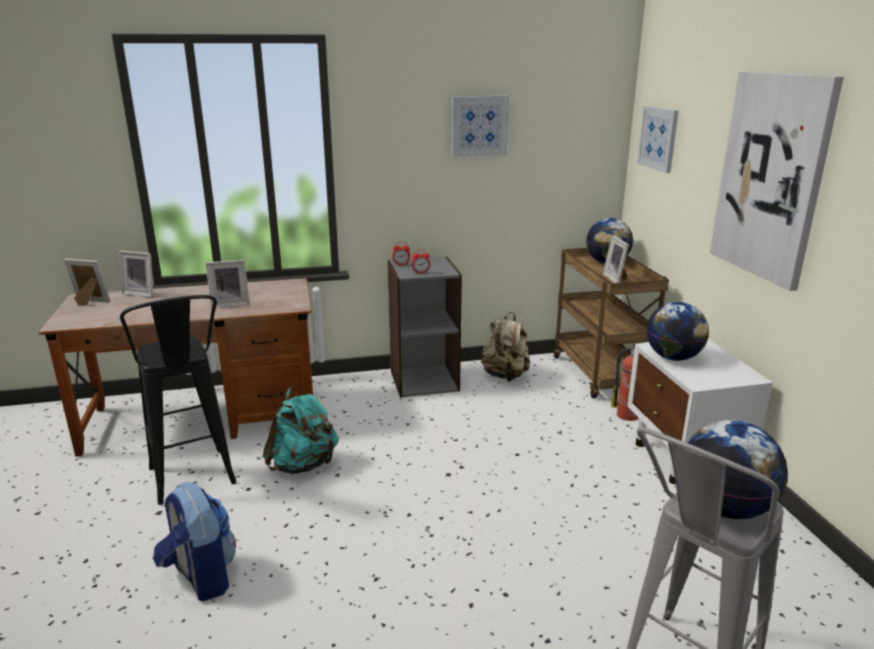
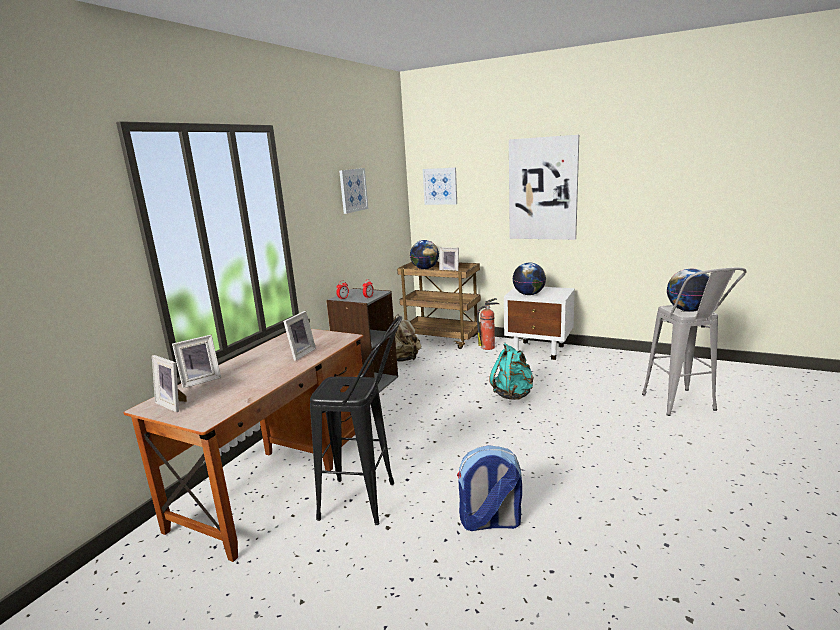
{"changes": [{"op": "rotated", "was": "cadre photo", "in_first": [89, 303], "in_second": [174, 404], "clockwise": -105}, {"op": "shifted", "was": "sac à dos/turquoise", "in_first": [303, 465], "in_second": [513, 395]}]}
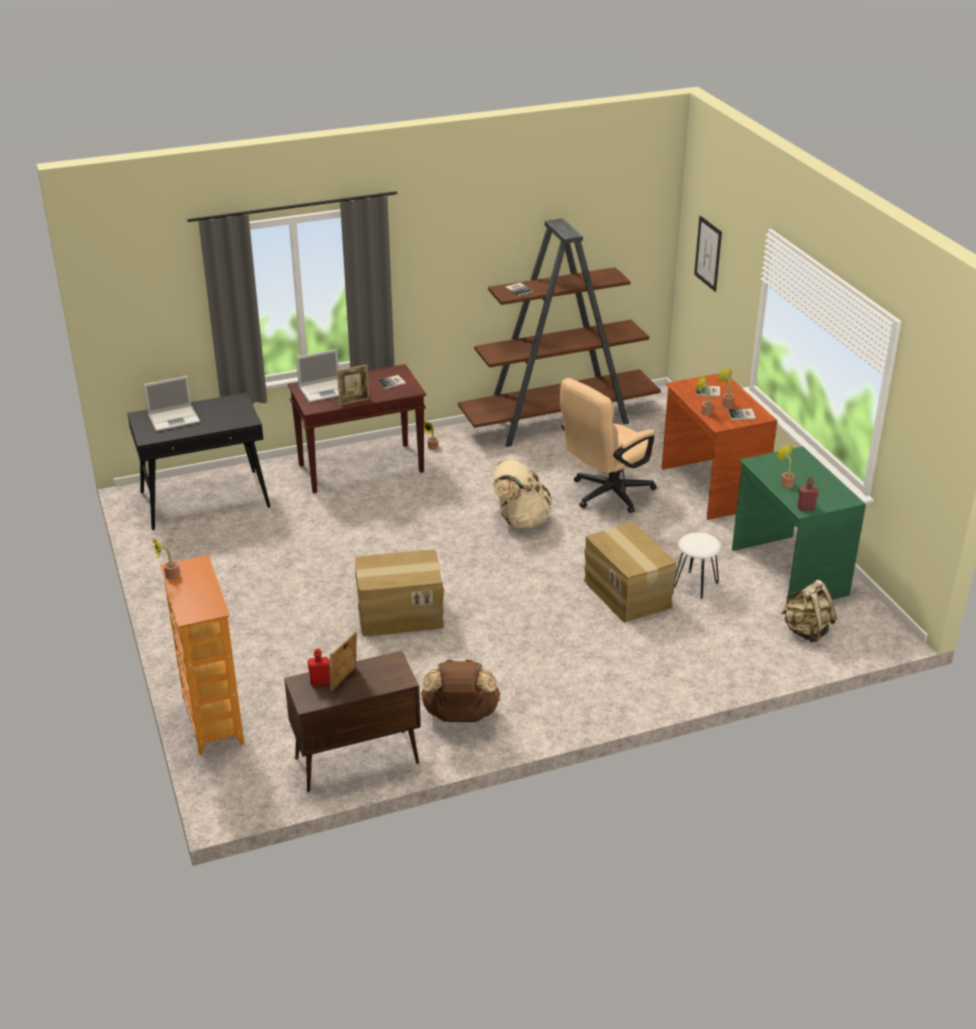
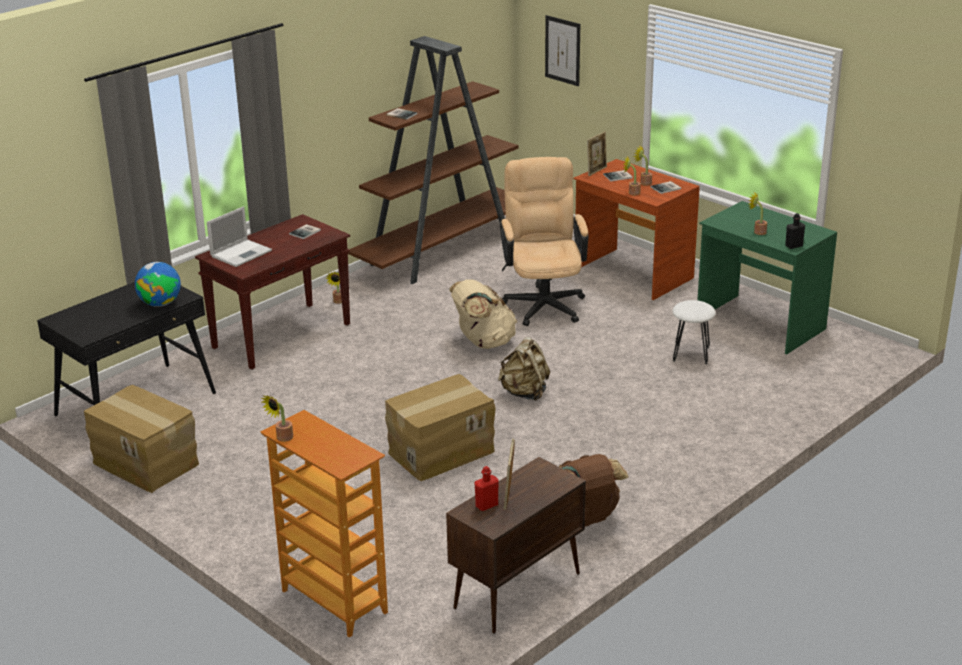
{"changes": [{"op": "shifted", "was": "carton", "in_first": [628, 593], "in_second": [146, 463]}, {"op": "new", "now": "globe", "in_second": [160, 303]}, {"op": "shifted", "was": "sac à dos/beige", "in_first": [806, 631], "in_second": [524, 393]}, {"op": "rotated", "was": "chaise de bureau/beige", "in_first": [605, 495], "in_second": [543, 302], "clockwise": 150}, {"op": "shifted", "was": "cadre photo", "in_first": [354, 401], "in_second": [596, 171]}, {"op": "repainted", "was": "bouteille/rouge", "now": "bouteille/noir", "in_first": [806, 508], "in_second": [793, 246]}, {"op": "gone", "was": "ordinateur portable", "in_first": [175, 418]}]}
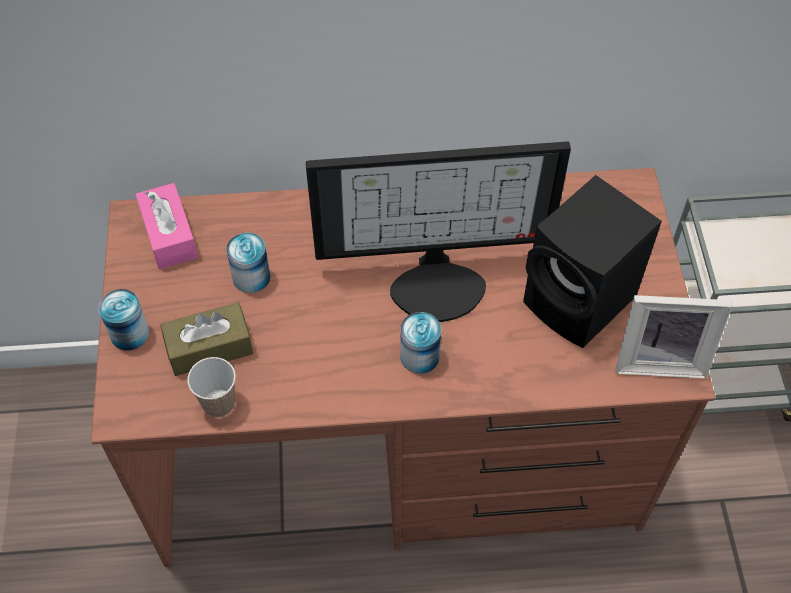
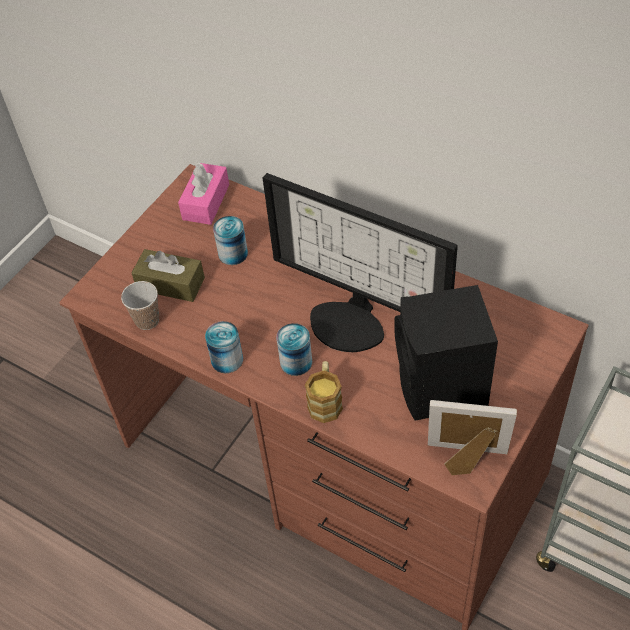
{"changes": [{"op": "shifted", "was": "boîte métallique", "in_first": [129, 333], "in_second": [227, 360]}, {"op": "new", "now": "mug", "in_second": [325, 401]}, {"op": "rotated", "was": "cadre photo", "in_first": [659, 358], "in_second": [466, 460], "clockwise": 150}]}
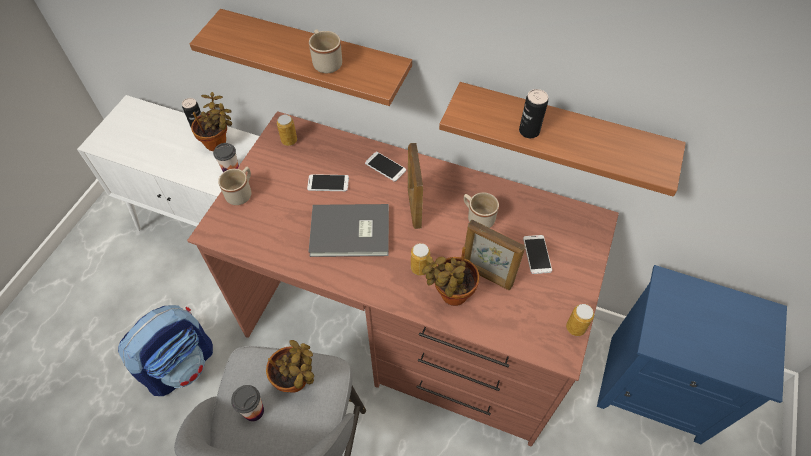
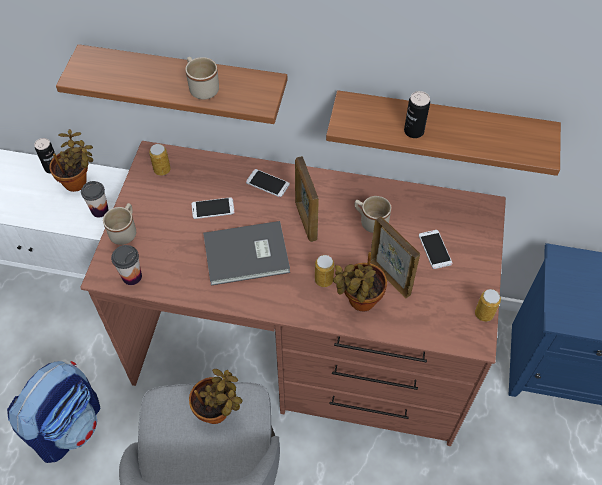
{"changes": [{"op": "shifted", "was": "tasse", "in_first": [254, 411], "in_second": [132, 276]}, {"op": "rotated", "was": "cadre photo", "in_first": [486, 275], "in_second": [390, 277], "clockwise": -150}]}
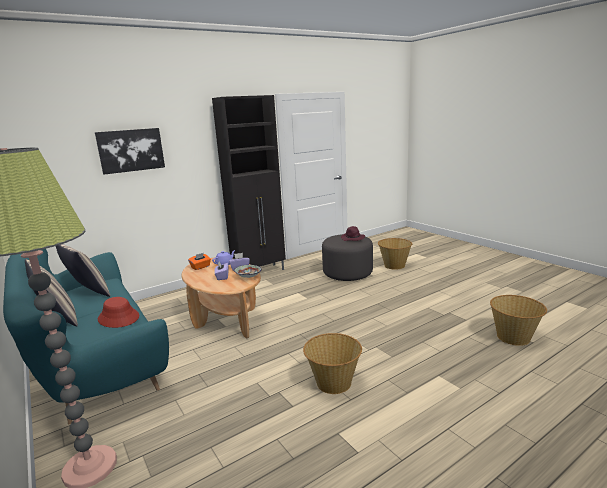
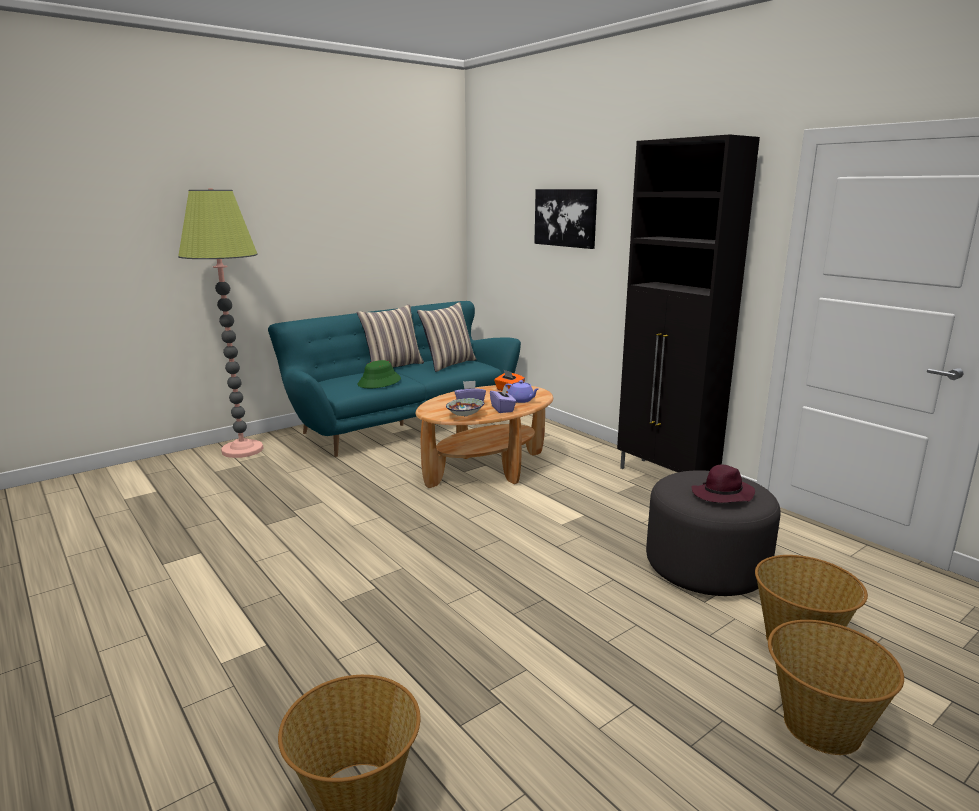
{"changes": [{"op": "repainted", "was": "chapeau/rouge", "now": "chapeau/vert", "in_first": [119, 318], "in_second": [379, 382]}, {"op": "shifted", "was": "panier", "in_first": [333, 383], "in_second": [820, 726]}]}
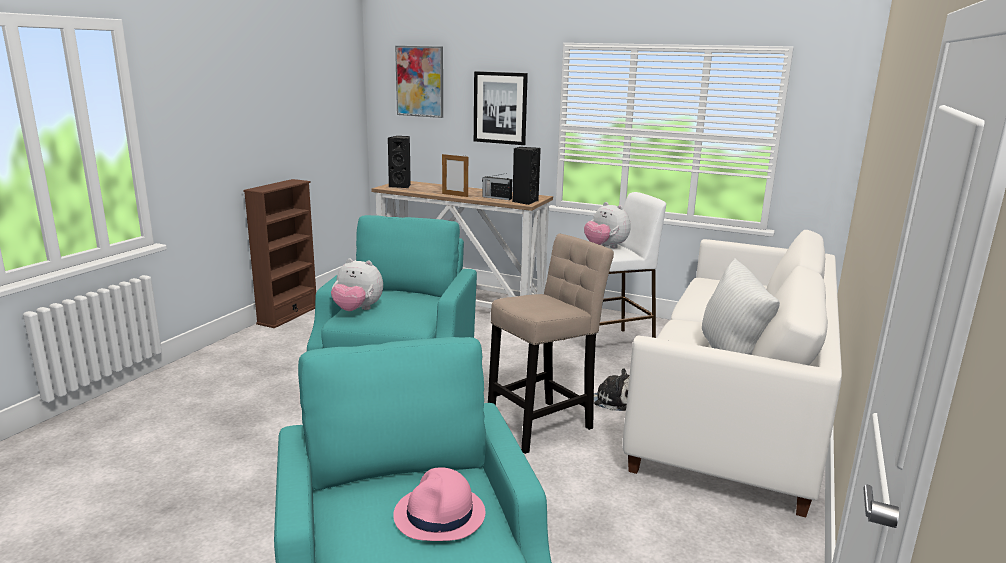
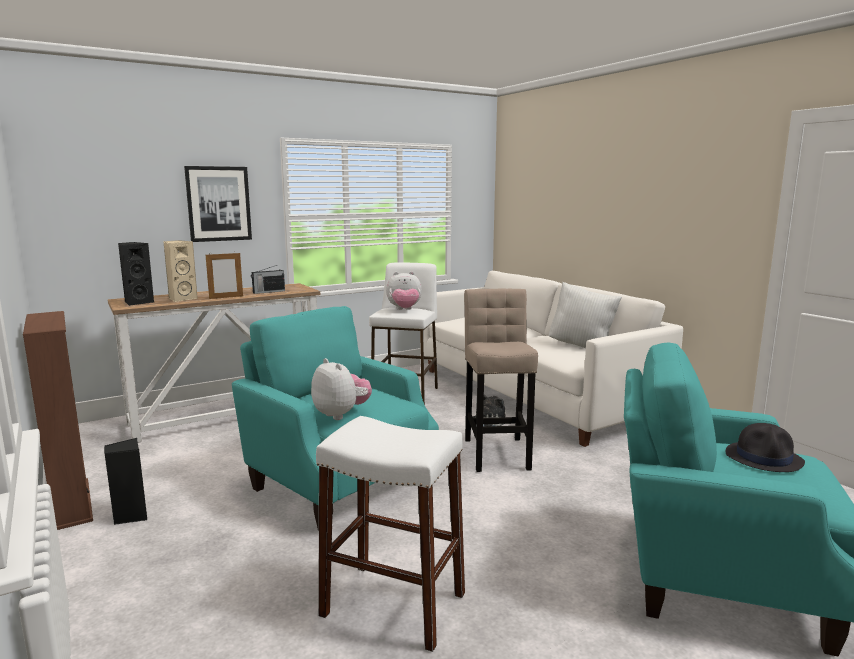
{"changes": [{"op": "shifted", "was": "enceinte/noir", "in_first": [525, 201], "in_second": [130, 516]}, {"op": "new", "now": "enceinte/beige", "in_second": [181, 299]}, {"op": "rotated", "was": "peluche", "in_first": [357, 310], "in_second": [341, 414], "clockwise": -90}, {"op": "new", "now": "tabouret/blanc", "in_second": [393, 604]}, {"op": "repainted", "was": "chapeau/rose", "now": "chapeau/noir", "in_first": [440, 515], "in_second": [764, 458]}, {"op": "gone", "was": "tableau", "in_first": [420, 81]}]}
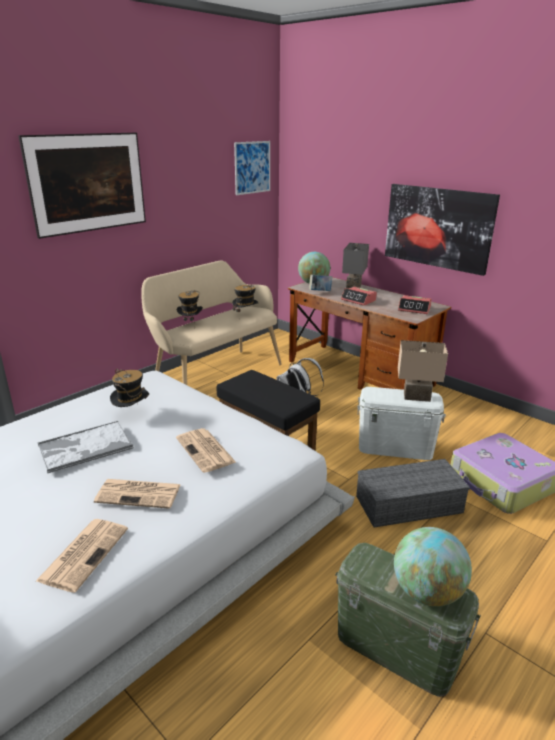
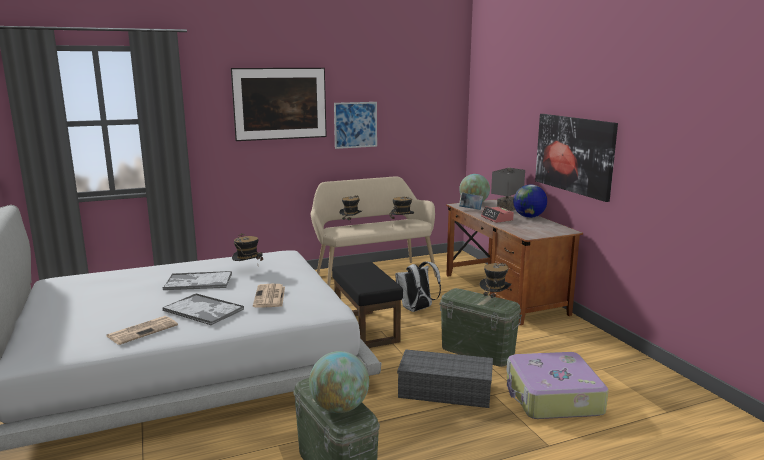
{"changes": [{"op": "swapped", "was": "journal", "now": "plateau", "in_first": [140, 493], "in_second": [204, 310]}, {"op": "shifted", "was": "tableau", "in_first": [252, 167], "in_second": [355, 125]}, {"op": "repainted", "was": "boîte de rangement/blanc", "now": "boîte de rangement/vert", "in_first": [395, 447], "in_second": [477, 351]}, {"op": "swapped", "was": "lampe de table/beige", "now": "chapeau", "in_first": [417, 396], "in_second": [494, 301]}, {"op": "new", "now": "globe", "in_second": [529, 217]}, {"op": "gone", "was": "réveil", "in_first": [414, 309]}]}
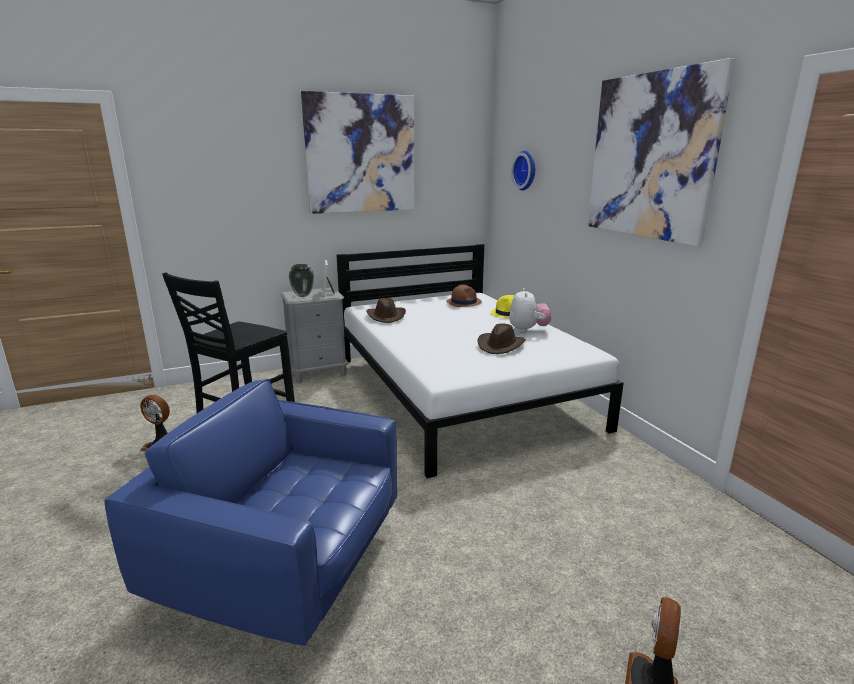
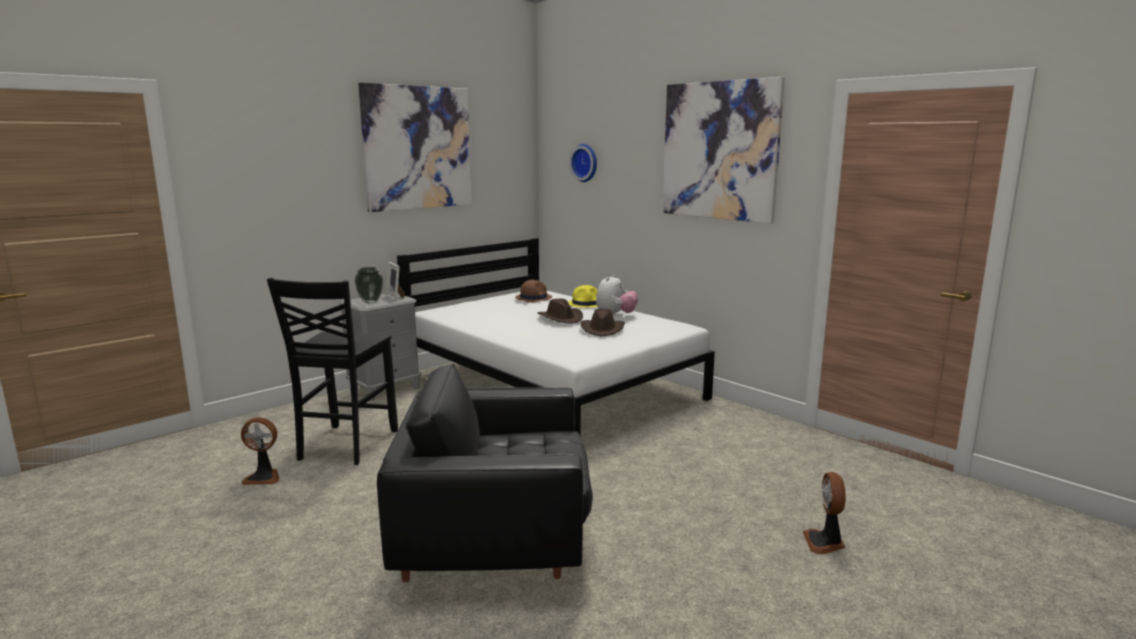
{"changes": [{"op": "repainted", "was": "fauteuil/bleu", "now": "fauteuil/noir", "in_first": [285, 568], "in_second": [496, 540]}, {"op": "shifted", "was": "chapeau/marron", "in_first": [386, 316], "in_second": [561, 318]}, {"op": "rotated", "was": "peluche", "in_first": [528, 330], "in_second": [615, 315], "clockwise": 45}]}
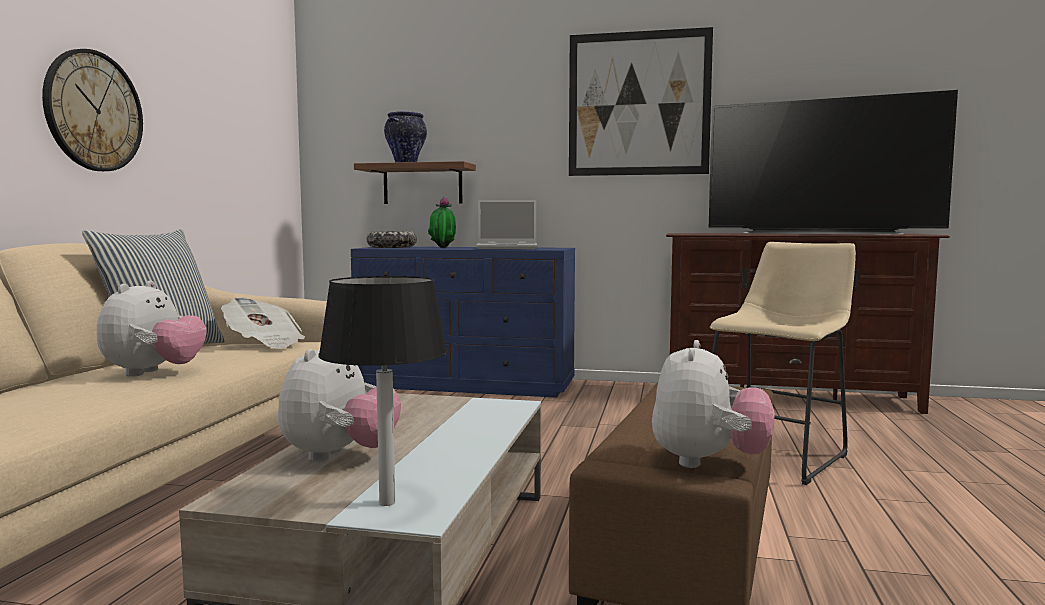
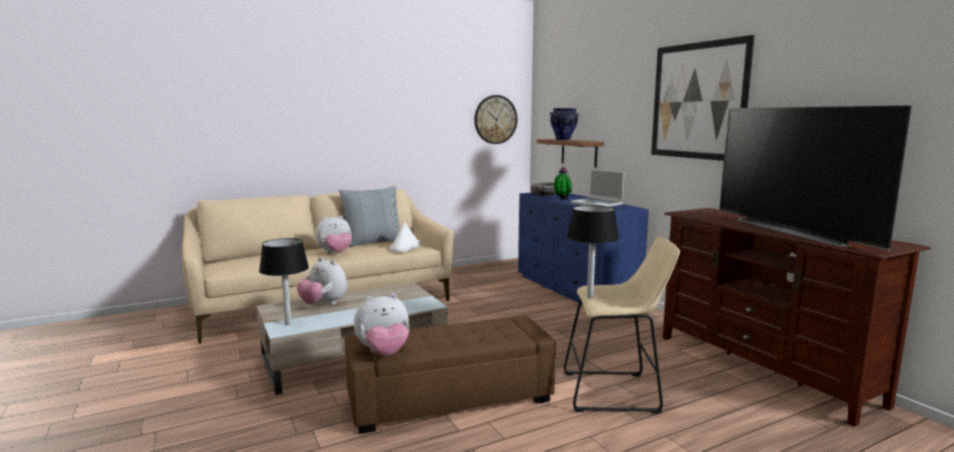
{"changes": [{"op": "rotated", "was": "peluche", "in_first": [340, 456], "in_second": [323, 304], "clockwise": 60}, {"op": "swapped", "was": "journal", "now": "chapeau/blanc", "in_first": [264, 344], "in_second": [405, 246]}, {"op": "shifted", "was": "horloge murale", "in_first": [93, 111], "in_second": [495, 119]}, {"op": "new", "now": "lampe de table/noir", "in_second": [589, 297]}]}
